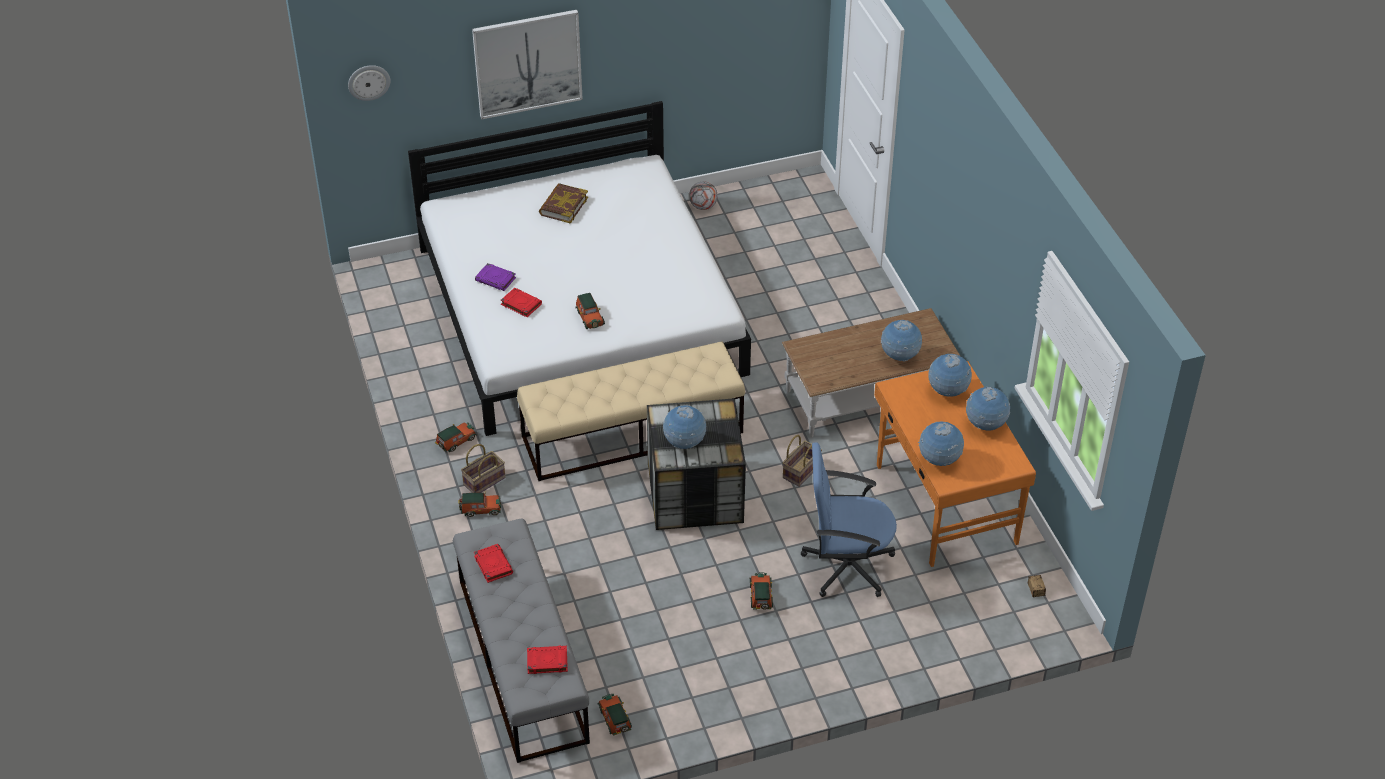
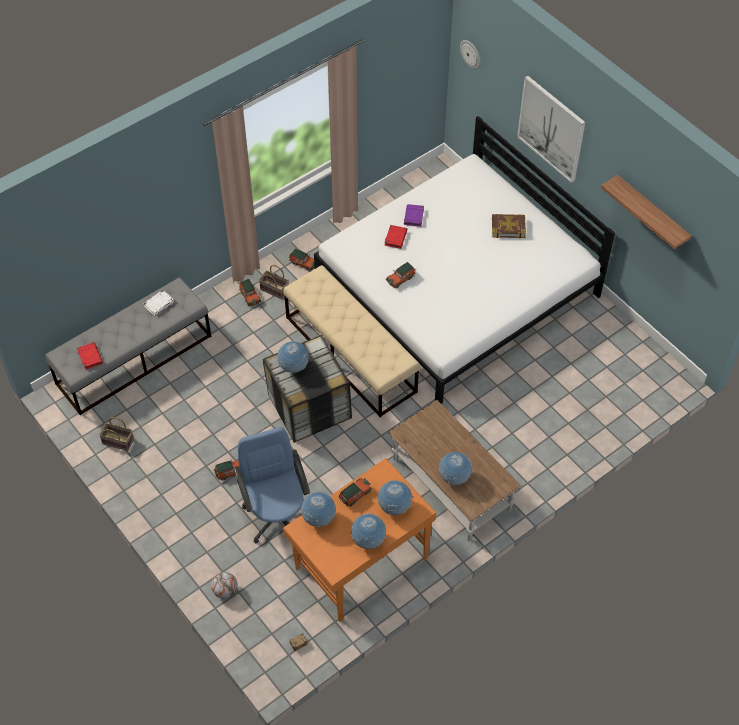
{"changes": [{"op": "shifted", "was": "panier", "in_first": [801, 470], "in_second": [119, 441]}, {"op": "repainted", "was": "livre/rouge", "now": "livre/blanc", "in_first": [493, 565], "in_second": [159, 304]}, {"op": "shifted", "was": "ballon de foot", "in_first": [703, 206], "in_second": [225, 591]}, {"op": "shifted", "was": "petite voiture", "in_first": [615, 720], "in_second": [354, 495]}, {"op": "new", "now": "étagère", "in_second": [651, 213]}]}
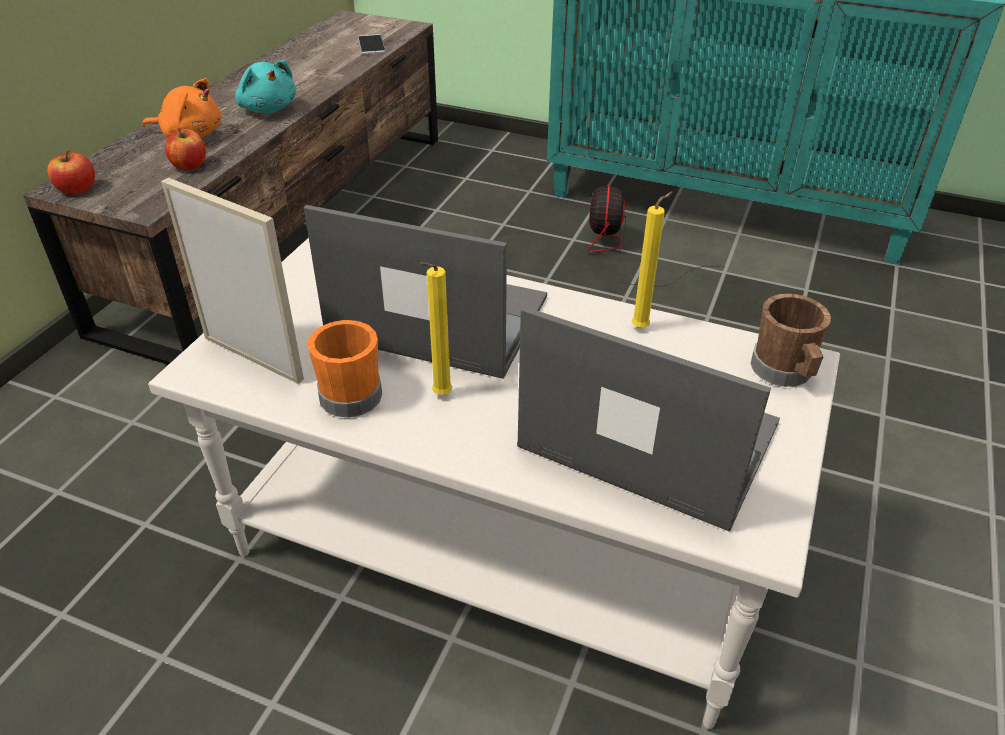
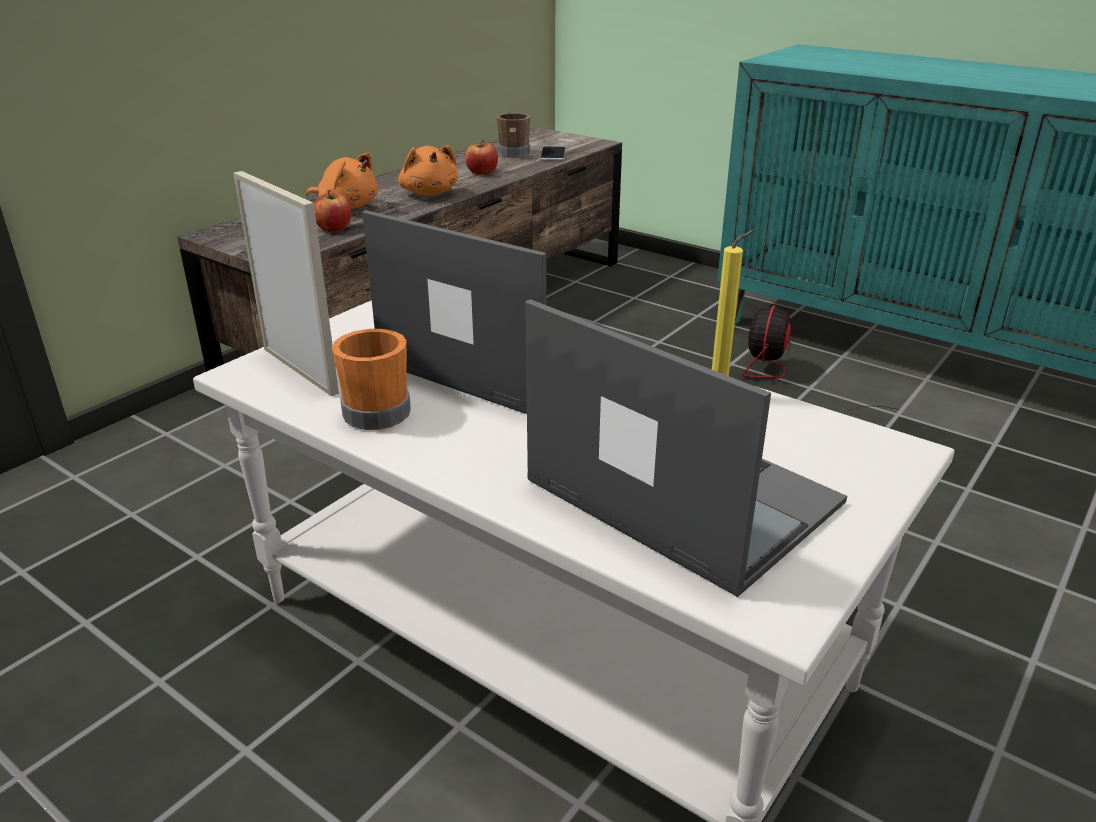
{"changes": [{"op": "repainted", "was": "peluche/turquoise", "now": "peluche/orange", "in_first": [268, 108], "in_second": [429, 193]}, {"op": "shifted", "was": "pomme", "in_first": [77, 189], "in_second": [482, 172]}, {"op": "shifted", "was": "mug/marron", "in_first": [784, 373], "in_second": [513, 154]}, {"op": "gone", "was": "bougie/jaune", "in_first": [439, 396]}]}
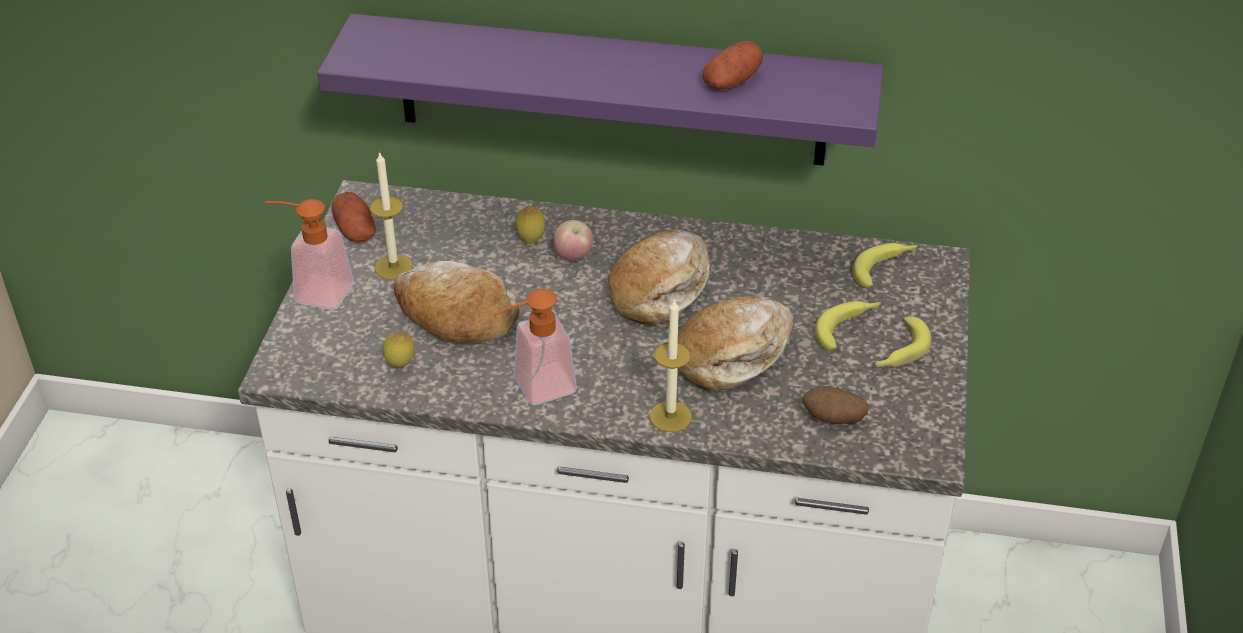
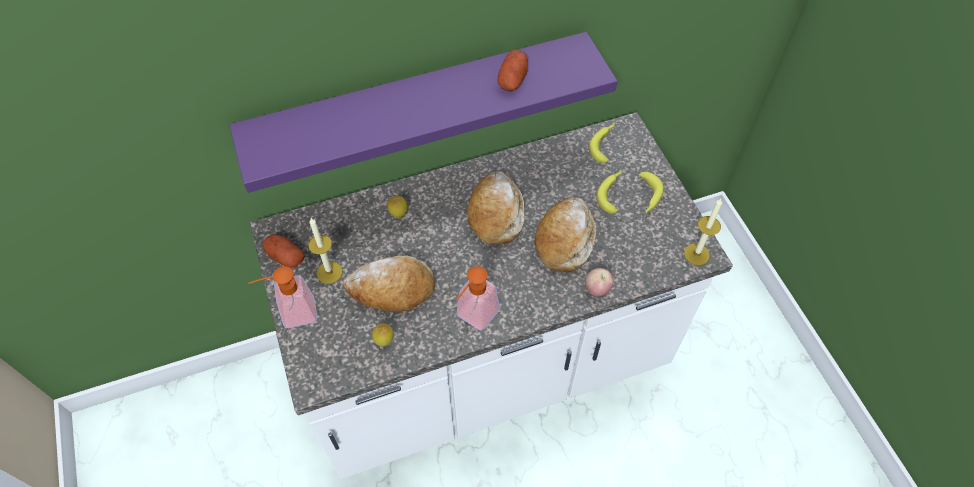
{"changes": [{"op": "shifted", "was": "pomme", "in_first": [573, 256], "in_second": [597, 289]}, {"op": "shifted", "was": "bougie", "in_first": [670, 416], "in_second": [696, 254]}, {"op": "gone", "was": "pomme de terre", "in_first": [833, 420]}]}
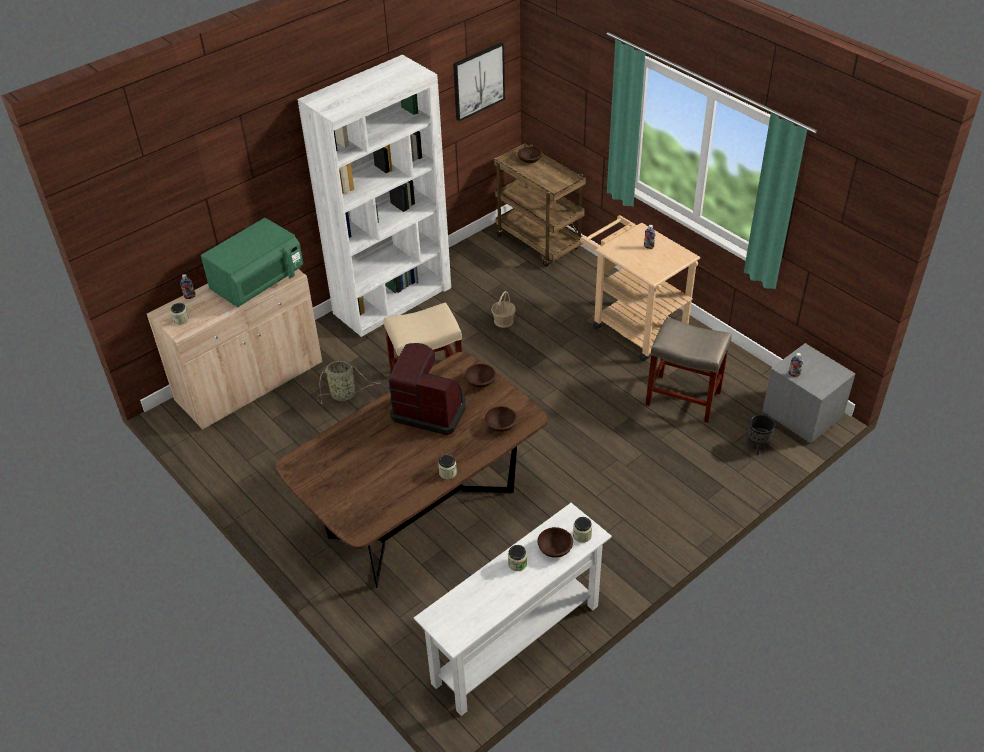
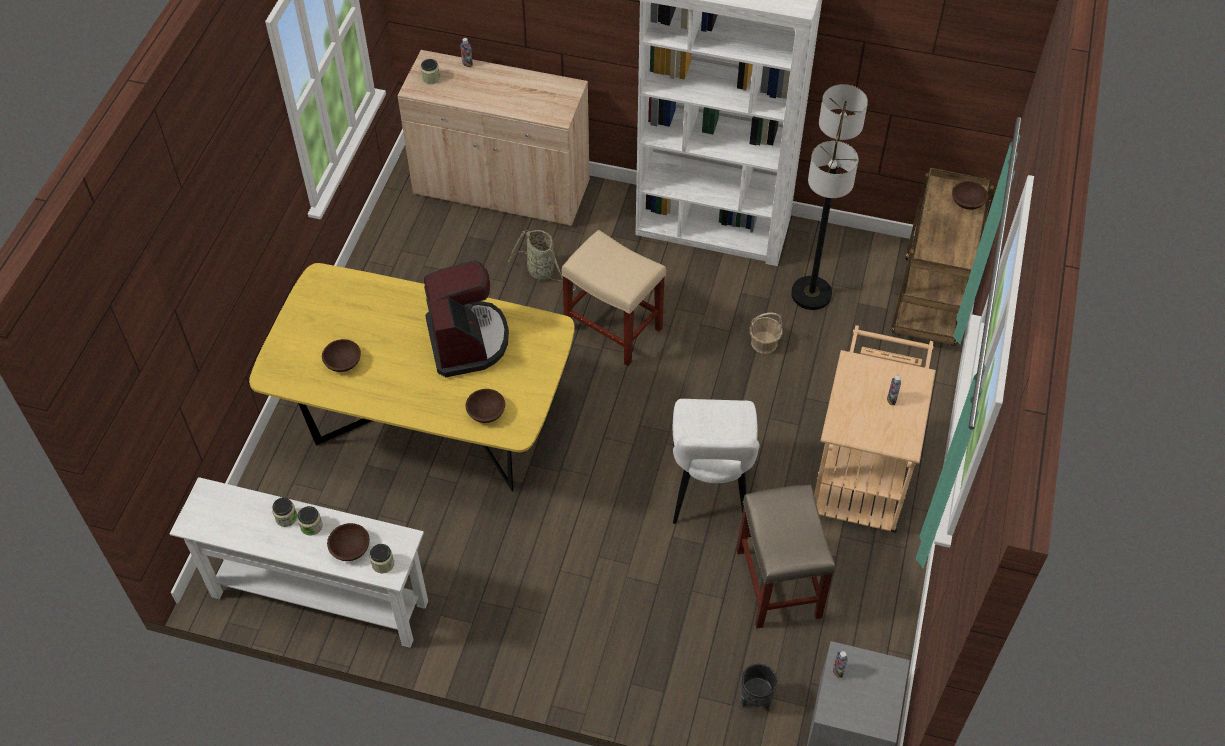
{"changes": [{"op": "repainted", "was": "table à manger/marron", "now": "table à manger/jaune", "in_first": [422, 514], "in_second": [429, 429]}, {"op": "shifted", "was": "bocal", "in_first": [447, 473], "in_second": [286, 517]}, {"op": "shifted", "was": "bol/marron", "in_first": [480, 381], "in_second": [343, 362]}, {"op": "new", "now": "chaise/blanc", "in_second": [709, 489]}, {"op": "new", "now": "lampadaire", "in_second": [811, 294]}, {"op": "gone", "was": "micro-ondes/vert", "in_first": [258, 283]}, {"op": "gone", "was": "tableau", "in_first": [478, 81]}]}
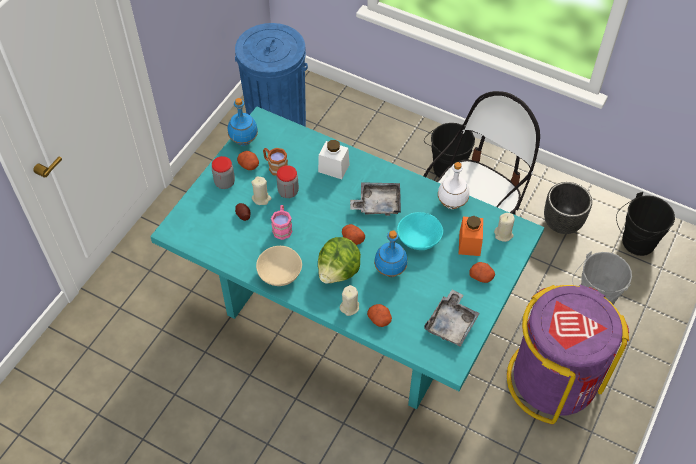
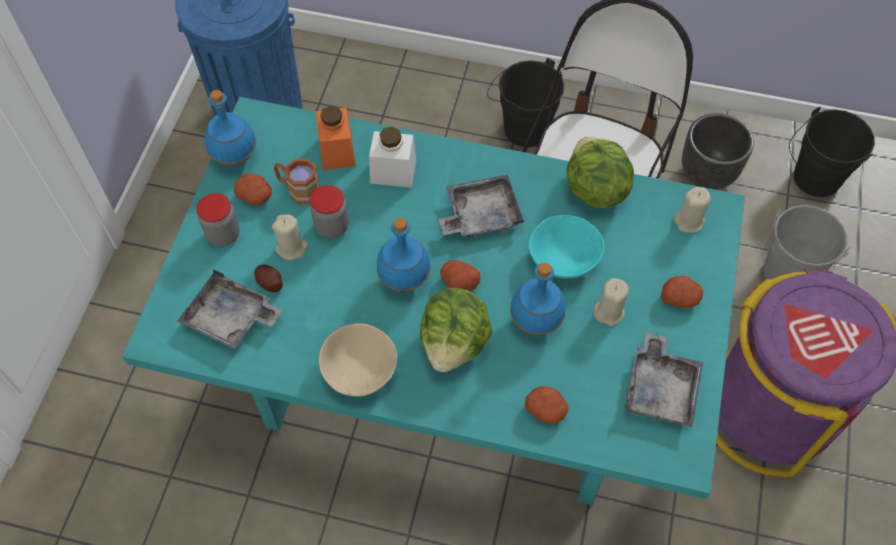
{"changes": [{"op": "new", "now": "plateau/gris", "in_second": [231, 318]}, {"op": "shifted", "was": "bocal/orange", "in_first": [469, 244], "in_second": [337, 151]}, {"op": "new", "now": "bouteille/bleu", "in_second": [404, 279]}, {"op": "swapped", "was": "bouteille/blanc", "now": "laitue", "in_first": [451, 204], "in_second": [594, 190]}, {"op": "shifted", "was": "bougie/beige", "in_first": [349, 307], "in_second": [608, 311]}, {"op": "gone", "was": "mug/rose", "in_first": [282, 227]}]}
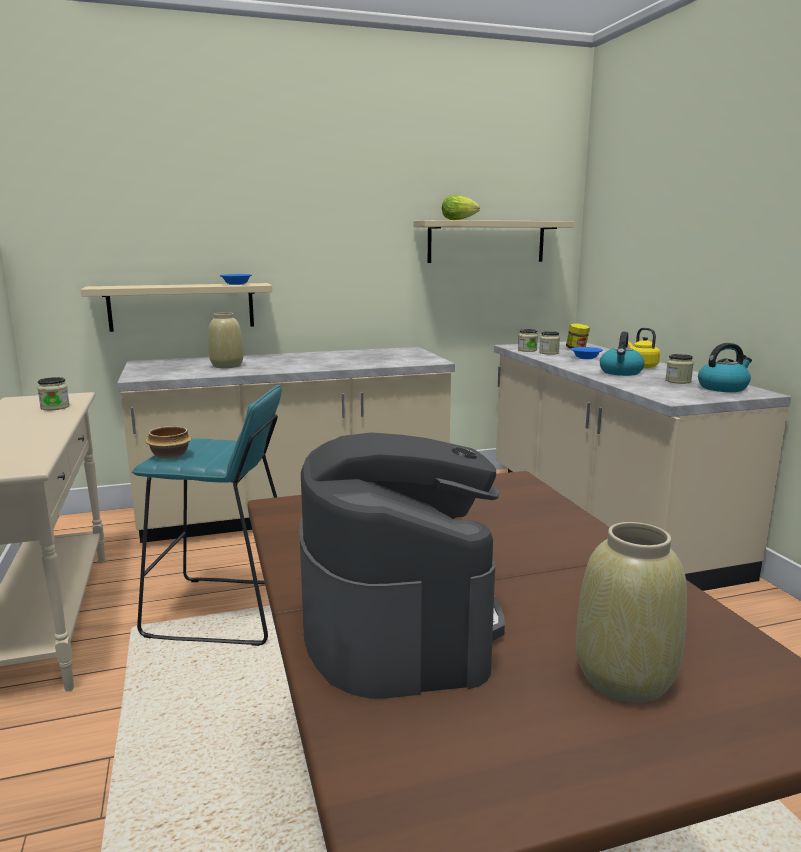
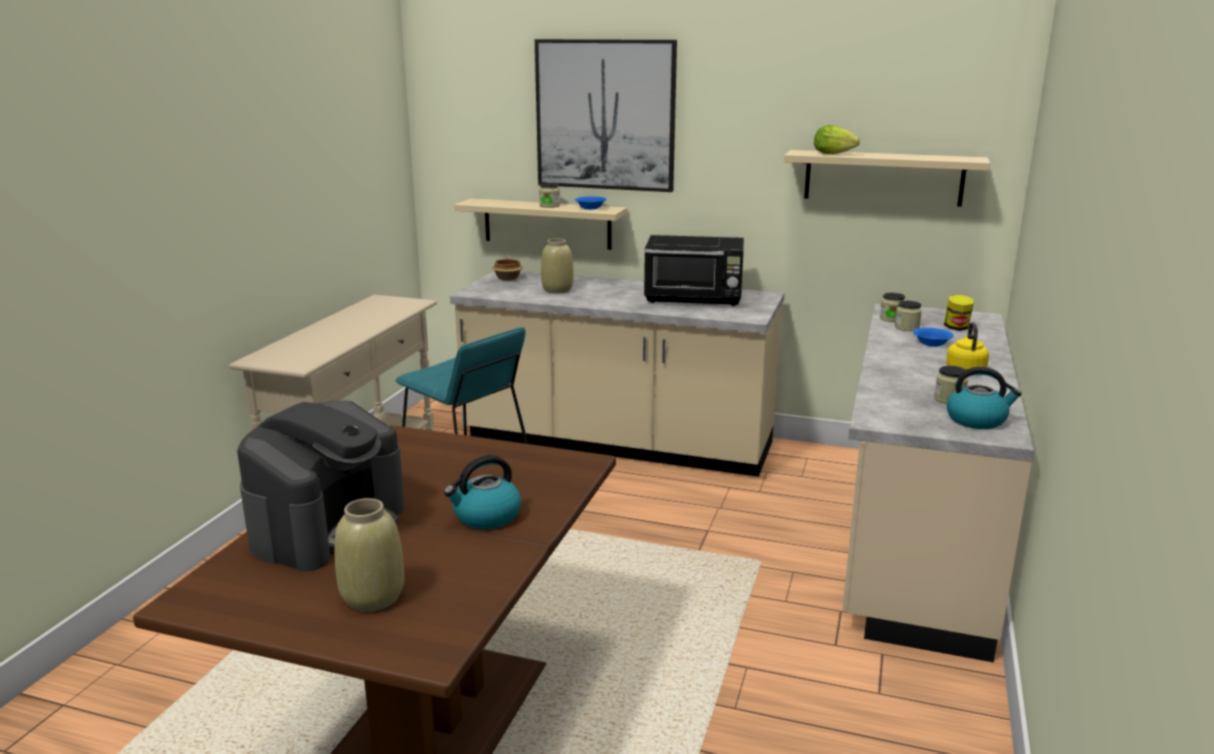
{"changes": [{"op": "shifted", "was": "bouilloire", "in_first": [621, 372], "in_second": [486, 516]}, {"op": "shifted", "was": "bol", "in_first": [170, 455], "in_second": [508, 278]}, {"op": "new", "now": "tableau", "in_second": [605, 115]}, {"op": "shifted", "was": "bocal", "in_first": [55, 407], "in_second": [549, 206]}, {"op": "new", "now": "micro-ondes/noir", "in_second": [694, 299]}]}
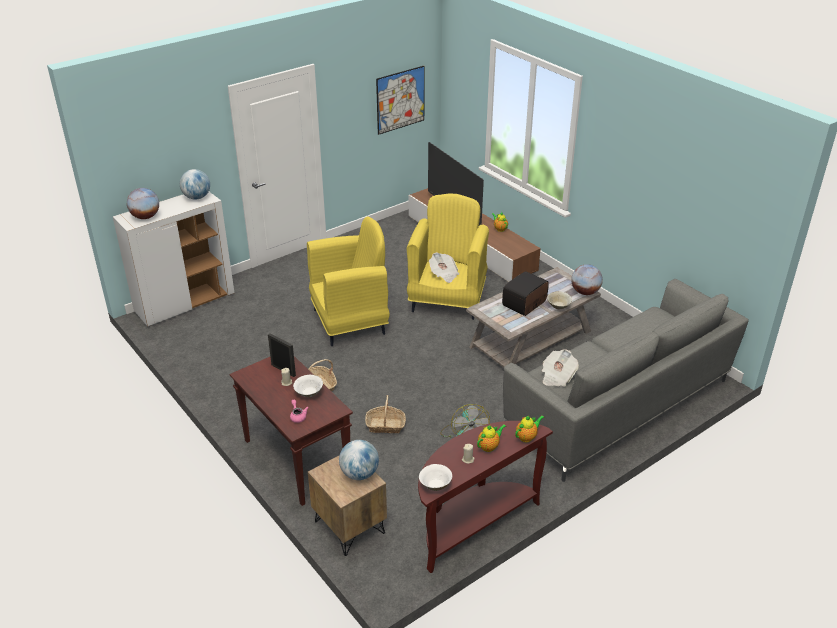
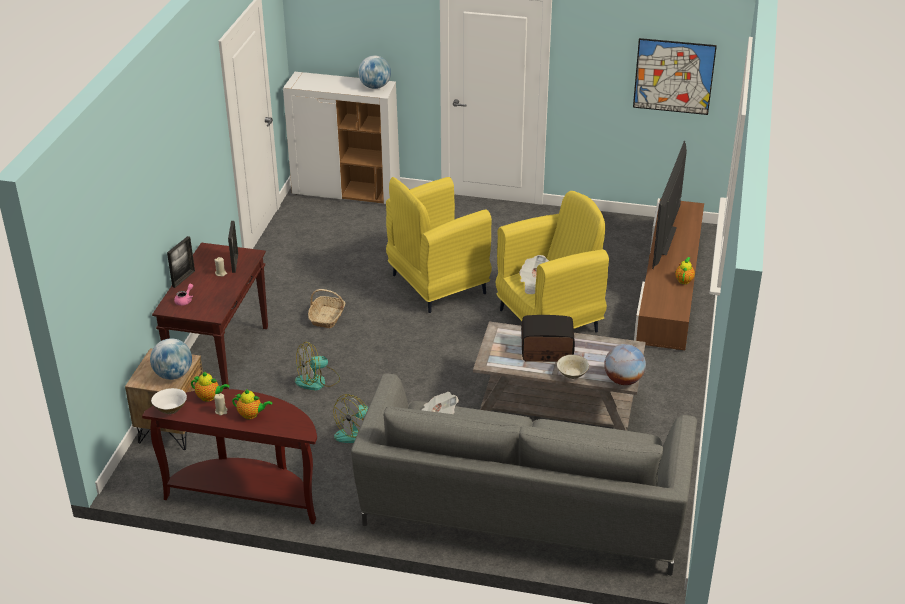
{"changes": [{"op": "new", "now": "cadre photo", "in_second": [183, 279]}, {"op": "shifted", "was": "théière", "in_first": [527, 437], "in_second": [209, 397]}, {"op": "swapped", "was": "panier", "now": "ventilateur", "in_first": [385, 425], "in_second": [317, 381]}, {"op": "rotated", "was": "fauteuil/jaune", "in_first": [350, 321], "in_second": [437, 285], "clockwise": 120}, {"op": "gone", "was": "globe", "in_first": [145, 217]}, {"op": "gone", "was": "bol/blanc", "in_first": [309, 393]}]}
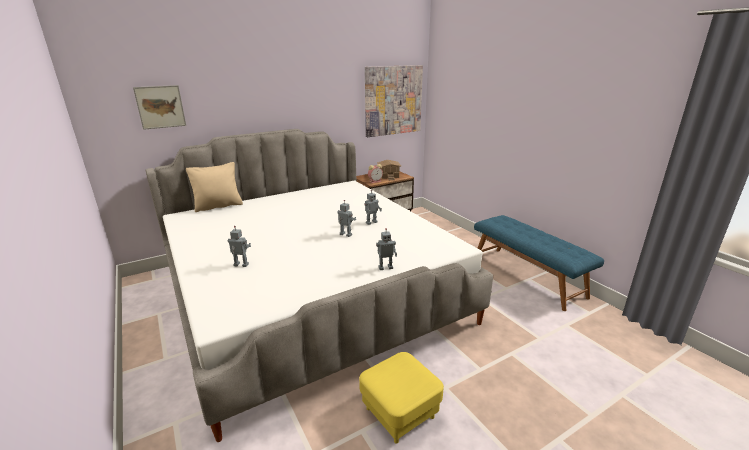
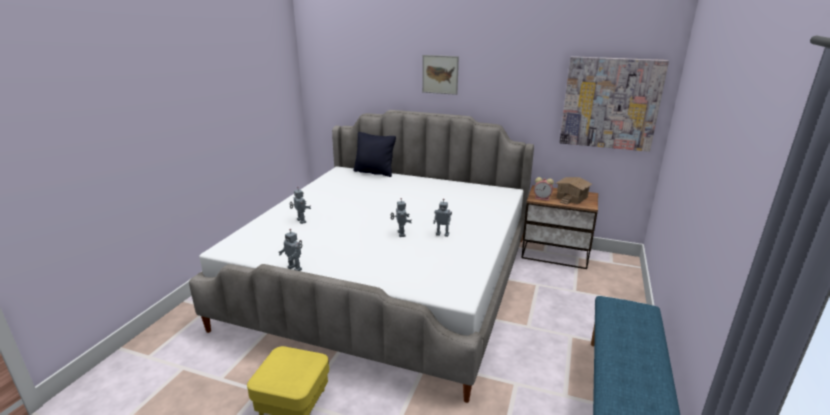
{"changes": [{"op": "shifted", "was": "robot jouet", "in_first": [385, 267], "in_second": [295, 268]}, {"op": "repainted", "was": "coussin/beige", "now": "coussin/noir", "in_first": [218, 206], "in_second": [374, 172]}, {"op": "shifted", "was": "tableau", "in_first": [160, 107], "in_second": [440, 74]}]}
